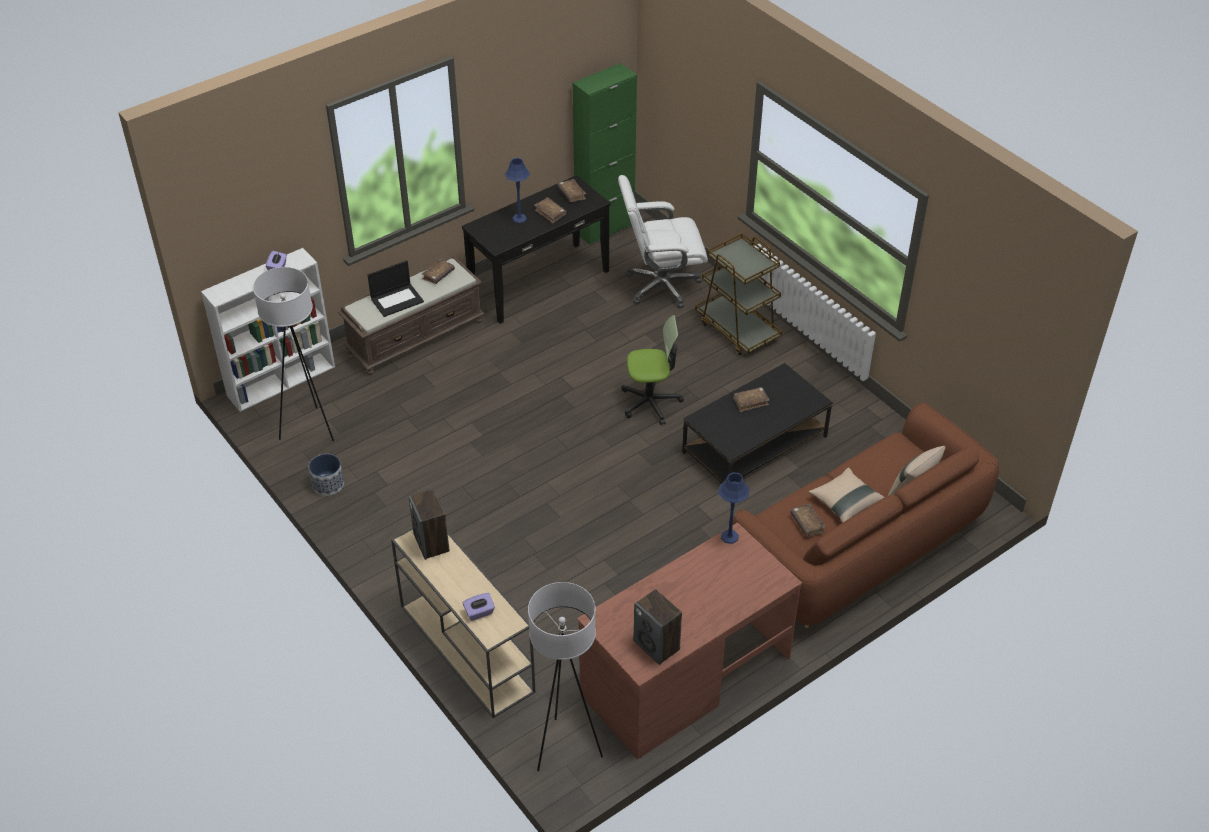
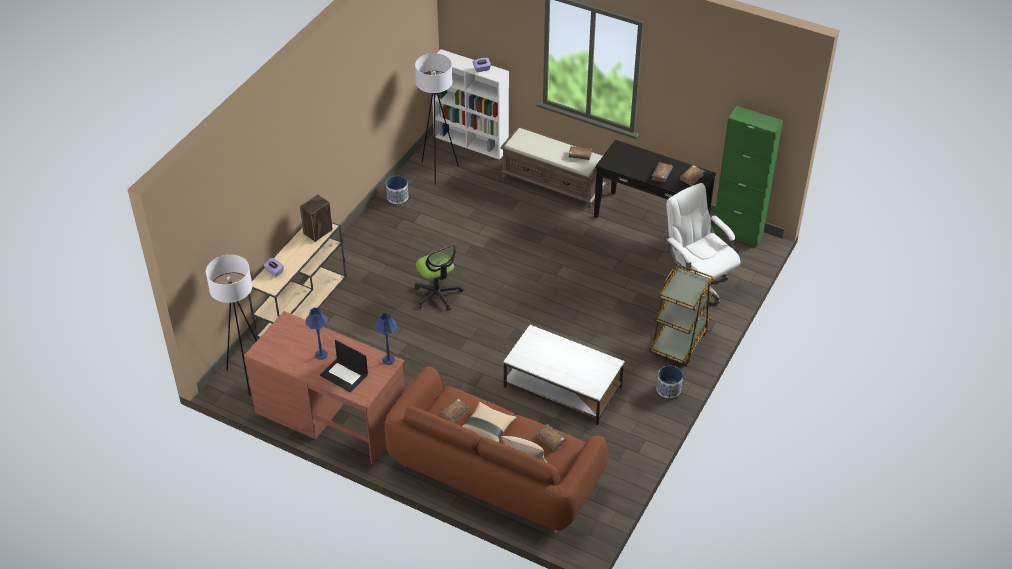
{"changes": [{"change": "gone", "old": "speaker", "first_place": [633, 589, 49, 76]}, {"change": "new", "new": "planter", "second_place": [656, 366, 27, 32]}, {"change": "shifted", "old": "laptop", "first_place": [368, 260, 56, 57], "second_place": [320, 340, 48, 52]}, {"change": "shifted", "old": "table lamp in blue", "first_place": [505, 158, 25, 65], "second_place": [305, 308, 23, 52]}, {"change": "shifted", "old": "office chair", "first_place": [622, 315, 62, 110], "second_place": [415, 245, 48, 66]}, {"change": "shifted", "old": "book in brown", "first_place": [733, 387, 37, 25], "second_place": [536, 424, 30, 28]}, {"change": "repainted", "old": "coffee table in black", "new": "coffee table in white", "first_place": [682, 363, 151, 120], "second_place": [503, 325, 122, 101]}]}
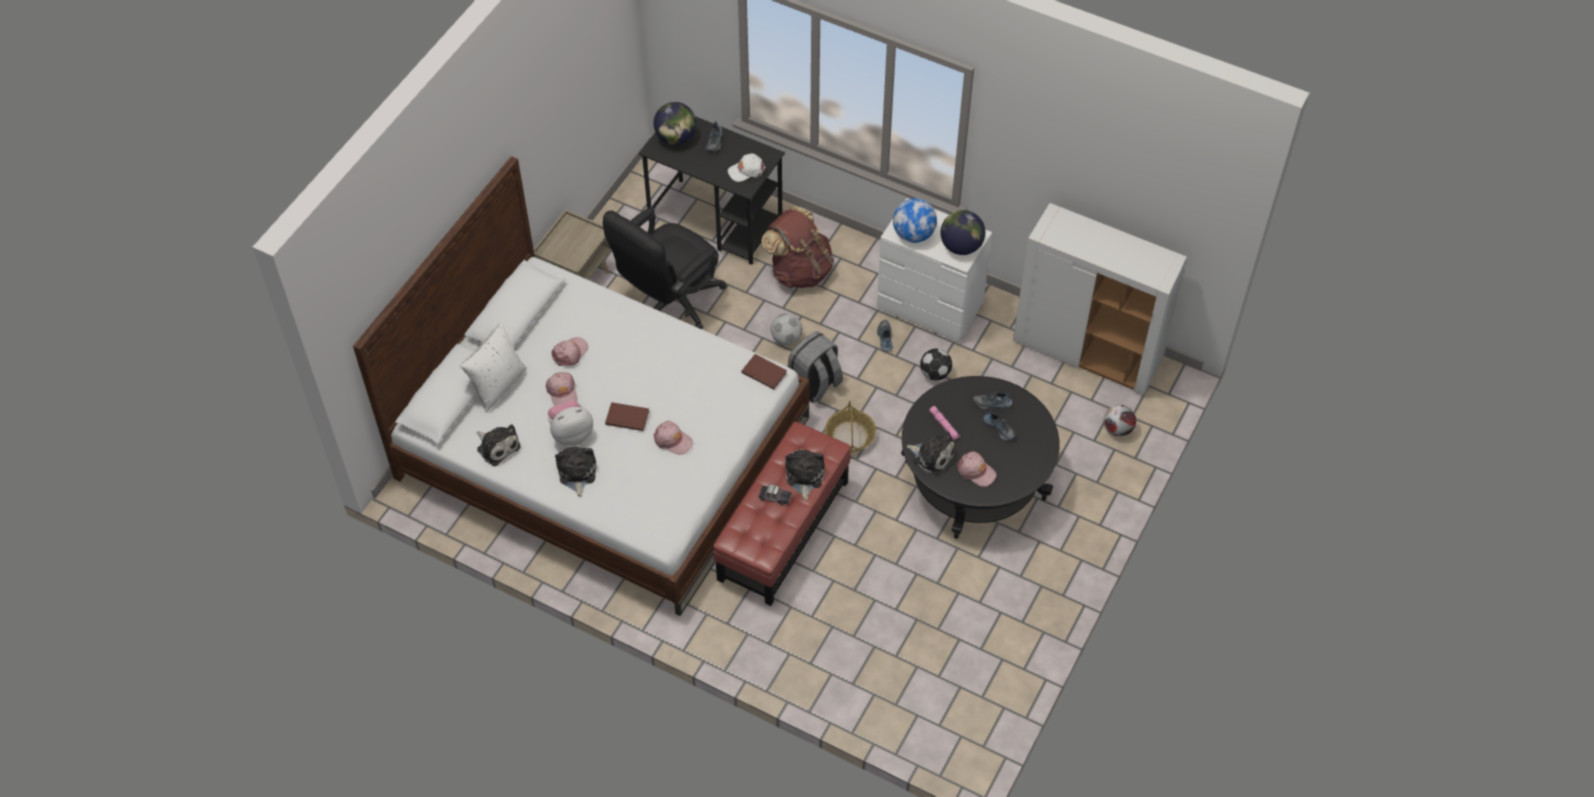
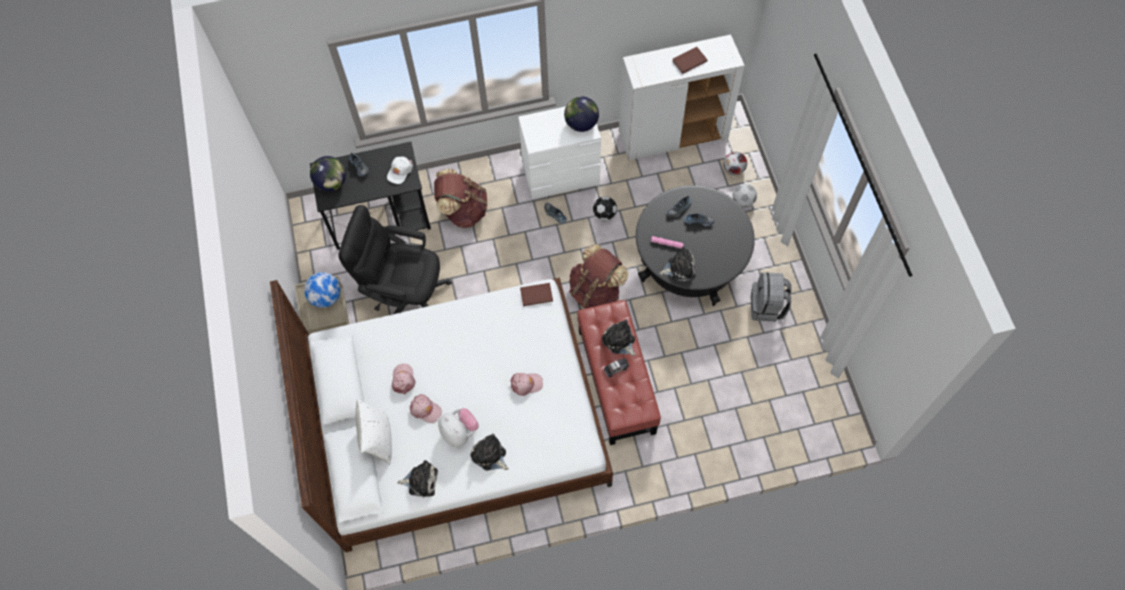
{"changes": [{"change": "gone", "old": "cap in pink", "first_place": [958, 451, 39, 36]}, {"change": "shifted", "old": "book in brown", "first_place": [605, 402, 44, 29], "second_place": [673, 47, 35, 27]}, {"change": "shifted", "old": "football", "first_place": [771, 313, 31, 32], "second_place": [733, 183, 24, 25]}, {"change": "shifted", "old": "backpack in grey", "first_place": [787, 331, 56, 72], "second_place": [751, 272, 41, 49]}, {"change": "shifted", "old": "globe", "first_place": [893, 198, 44, 45], "second_place": [304, 272, 37, 36]}, {"change": "swapped", "old": "basket", "new": "backpack in brown", "first_place": [825, 401, 51, 51], "second_place": [569, 244, 60, 64]}, {"change": "rotated", "old": "plush toy", "first_place": [548, 400, 45, 46], "second_place": [438, 408, 41, 39], "degrees": 120}, {"change": "rotated", "old": "office chair in black", "first_place": [603, 207, 123, 122], "second_place": [339, 205, 113, 109], "degrees": 105}]}
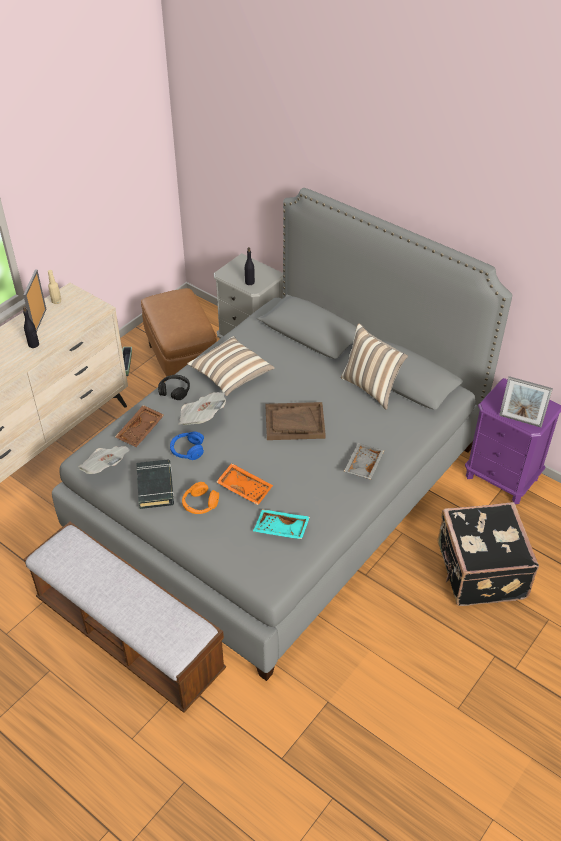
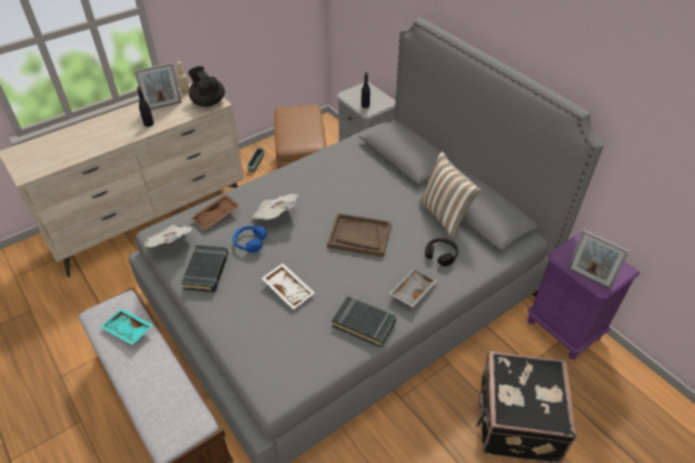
{"changes": [{"change": "gone", "old": "headphones in orange", "first_place": [182, 482, 37, 32]}, {"change": "gone", "old": "pillow", "first_place": [187, 336, 88, 60]}, {"change": "new", "new": "teapot in black", "second_place": [188, 66, 37, 41]}, {"change": "new", "new": "book in black", "second_place": [332, 296, 64, 52]}, {"change": "shifted", "old": "headphones in black", "first_place": [158, 375, 32, 25], "second_place": [425, 238, 33, 29]}, {"change": "shifted", "old": "tray in turquoise", "first_place": [253, 509, 57, 30], "second_place": [100, 308, 53, 37]}, {"change": "repainted", "old": "tray in orange", "new": "tray in white", "first_place": [217, 463, 56, 42], "second_place": [261, 263, 54, 47]}, {"change": "rotated", "old": "picture frame", "first_place": [23, 269, 23, 63], "second_place": [134, 62, 48, 48], "degrees": -135}]}
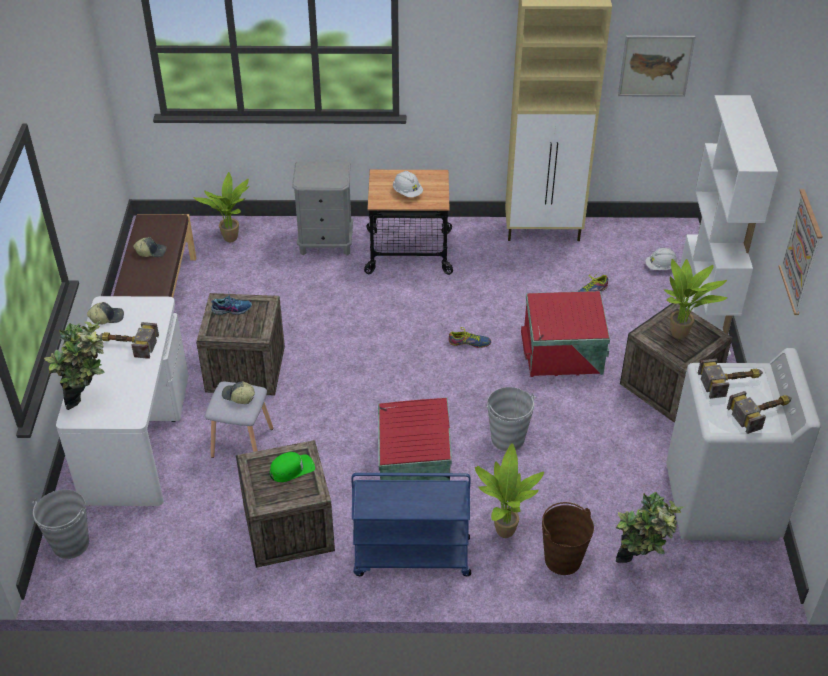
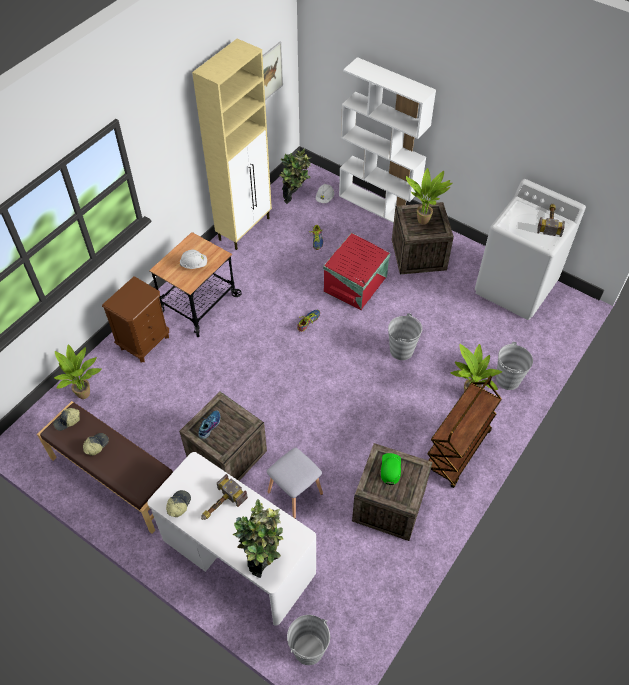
{"changes": [{"change": "gone", "old": "storage box in red", "first_place": [378, 397, 74, 83]}, {"change": "gone", "old": "hammer", "first_place": [698, 358, 65, 41]}, {"change": "gone", "old": "picture", "first_place": [779, 189, 44, 126]}, {"change": "shifted", "old": "cap", "first_place": [222, 381, 33, 23], "second_place": [53, 408, 27, 23]}, {"change": "shifted", "old": "potted plant", "first_place": [616, 492, 68, 71], "second_place": [280, 148, 31, 56]}, {"change": "repainted", "old": "nightstand in grey", "new": "nightstand in brown", "first_place": [292, 162, 61, 93], "second_place": [102, 276, 67, 87]}, {"change": "repainted", "old": "cart in blue", "new": "cart in brown", "first_place": [351, 473, 120, 103], "second_place": [428, 376, 74, 112]}, {"change": "repainted", "old": "bucket in brown", "new": "bucket in grey", "first_place": [542, 502, 52, 73], "second_place": [496, 342, 37, 48]}]}
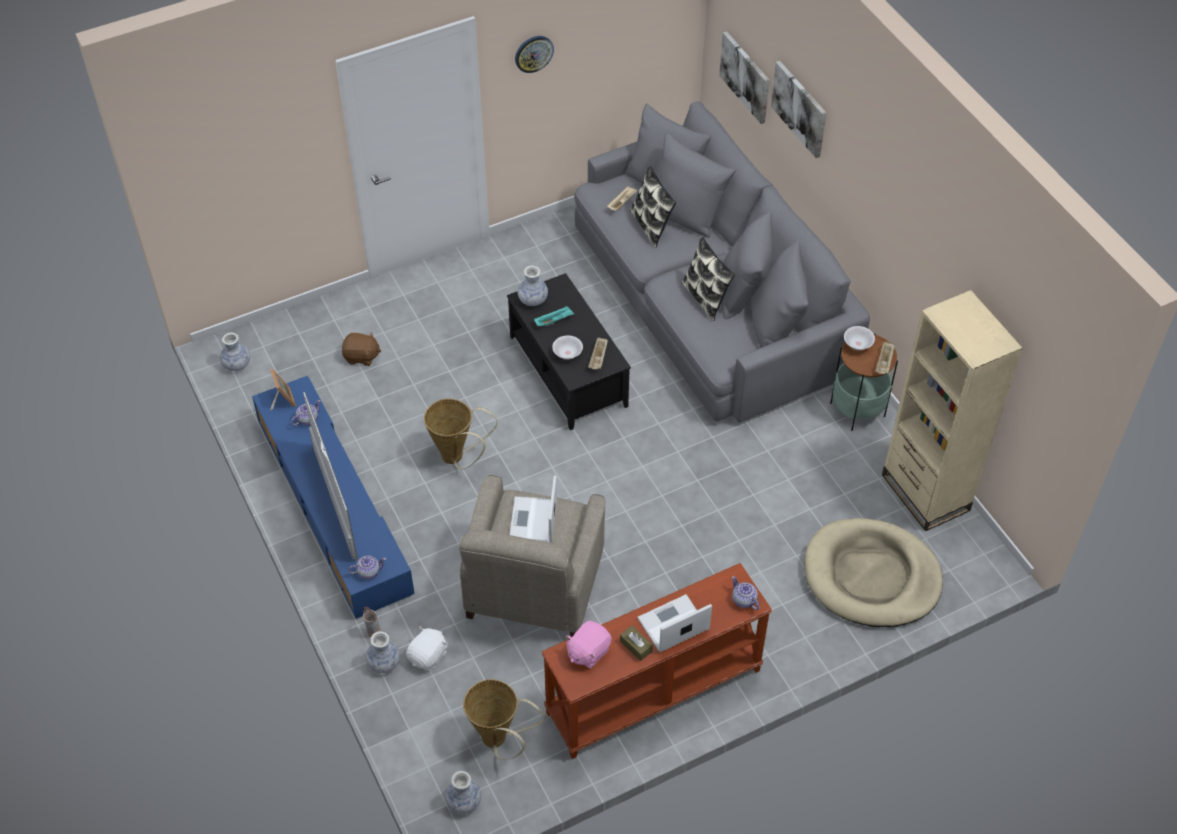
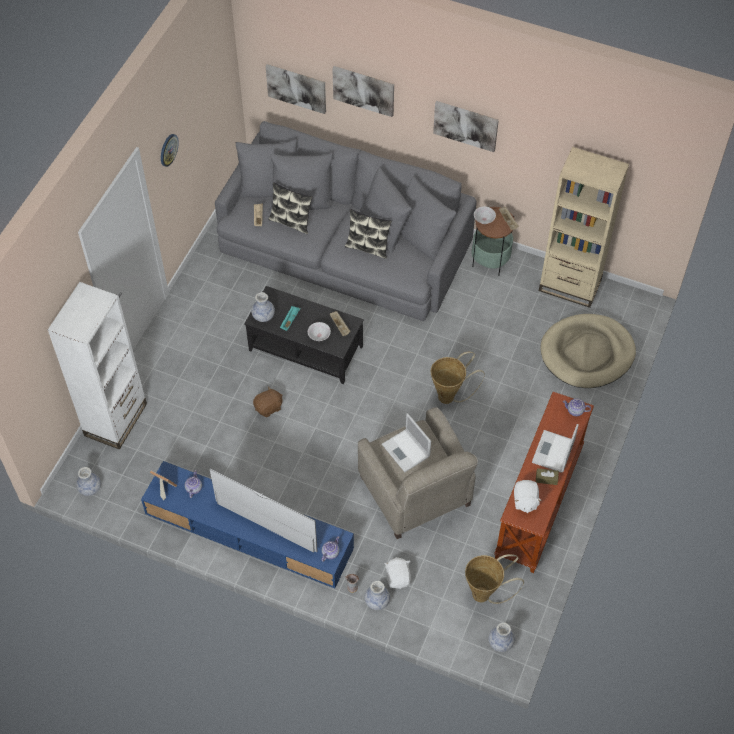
{"changes": [{"change": "new", "new": "bookcase in white", "second_place": [48, 282, 99, 168]}, {"change": "new", "new": "picture", "second_place": [433, 101, 66, 51]}, {"change": "shifted", "old": "plush toy in brown", "first_place": [342, 332, 39, 34], "second_place": [253, 386, 30, 31]}, {"change": "shifted", "old": "basket", "first_place": [424, 398, 73, 71], "second_place": [431, 351, 54, 53]}, {"change": "repainted", "old": "plush toy in pink", "new": "plush toy in white", "first_place": [566, 621, 46, 48], "second_place": [514, 480, 28, 33]}]}
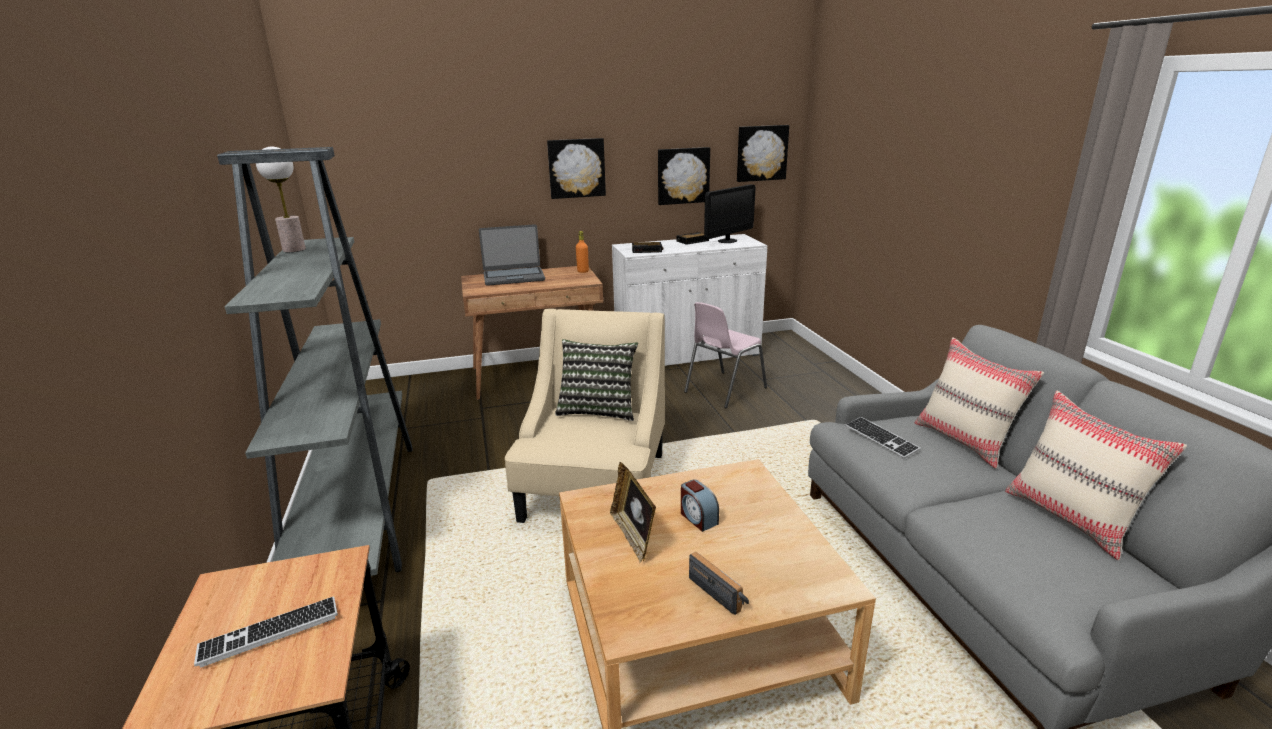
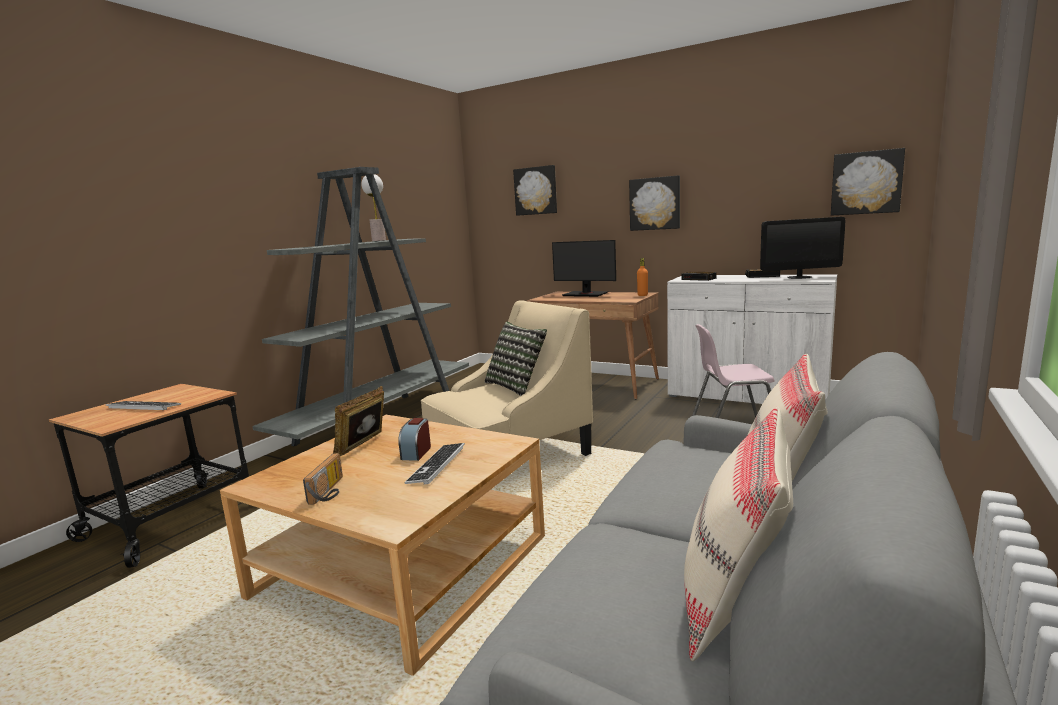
{"changes": [{"change": "shifted", "old": "picture", "first_place": [658, 147, 52, 58], "second_place": [513, 165, 44, 51]}, {"change": "shifted", "old": "keyboard", "first_place": [845, 417, 75, 42], "second_place": [404, 443, 61, 41]}, {"change": "swapped", "old": "laptop", "new": "monitor", "first_place": [479, 224, 66, 62], "second_place": [552, 240, 64, 57]}]}
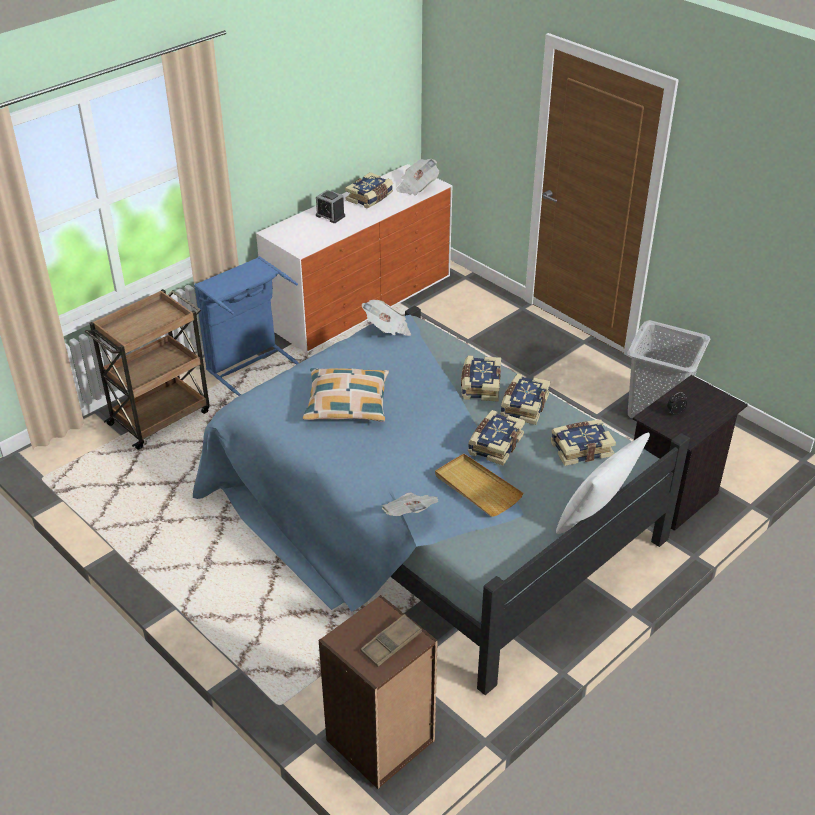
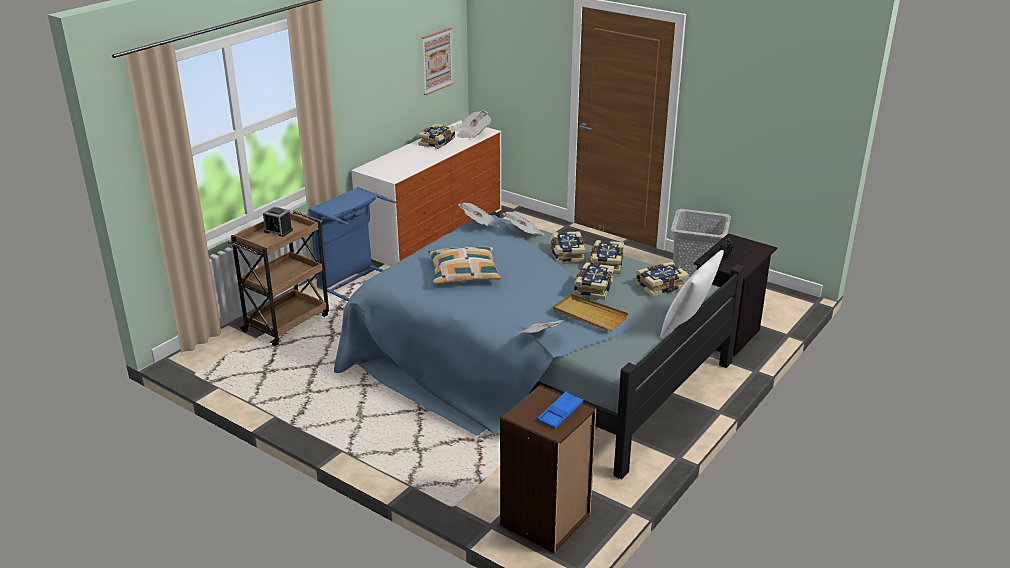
{"changes": [{"change": "new", "new": "picture", "second_place": [422, 28, 32, 67]}, {"change": "new", "new": "newspaper", "second_place": [503, 212, 42, 23]}, {"change": "shifted", "old": "alarm clock", "first_place": [316, 190, 29, 33], "second_place": [263, 207, 30, 30]}, {"change": "repainted", "old": "tray in brown", "new": "tray in blue", "first_place": [360, 614, 62, 53], "second_place": [537, 392, 46, 37]}]}
